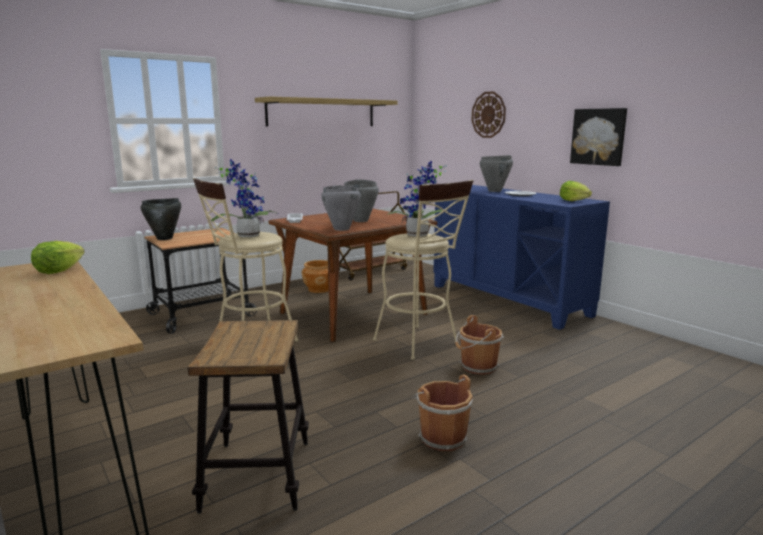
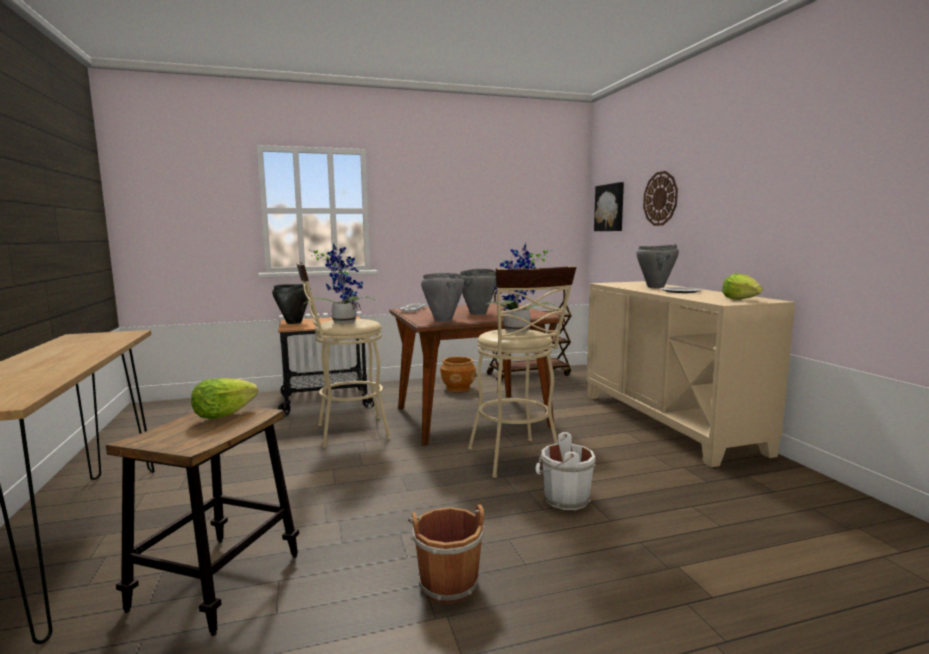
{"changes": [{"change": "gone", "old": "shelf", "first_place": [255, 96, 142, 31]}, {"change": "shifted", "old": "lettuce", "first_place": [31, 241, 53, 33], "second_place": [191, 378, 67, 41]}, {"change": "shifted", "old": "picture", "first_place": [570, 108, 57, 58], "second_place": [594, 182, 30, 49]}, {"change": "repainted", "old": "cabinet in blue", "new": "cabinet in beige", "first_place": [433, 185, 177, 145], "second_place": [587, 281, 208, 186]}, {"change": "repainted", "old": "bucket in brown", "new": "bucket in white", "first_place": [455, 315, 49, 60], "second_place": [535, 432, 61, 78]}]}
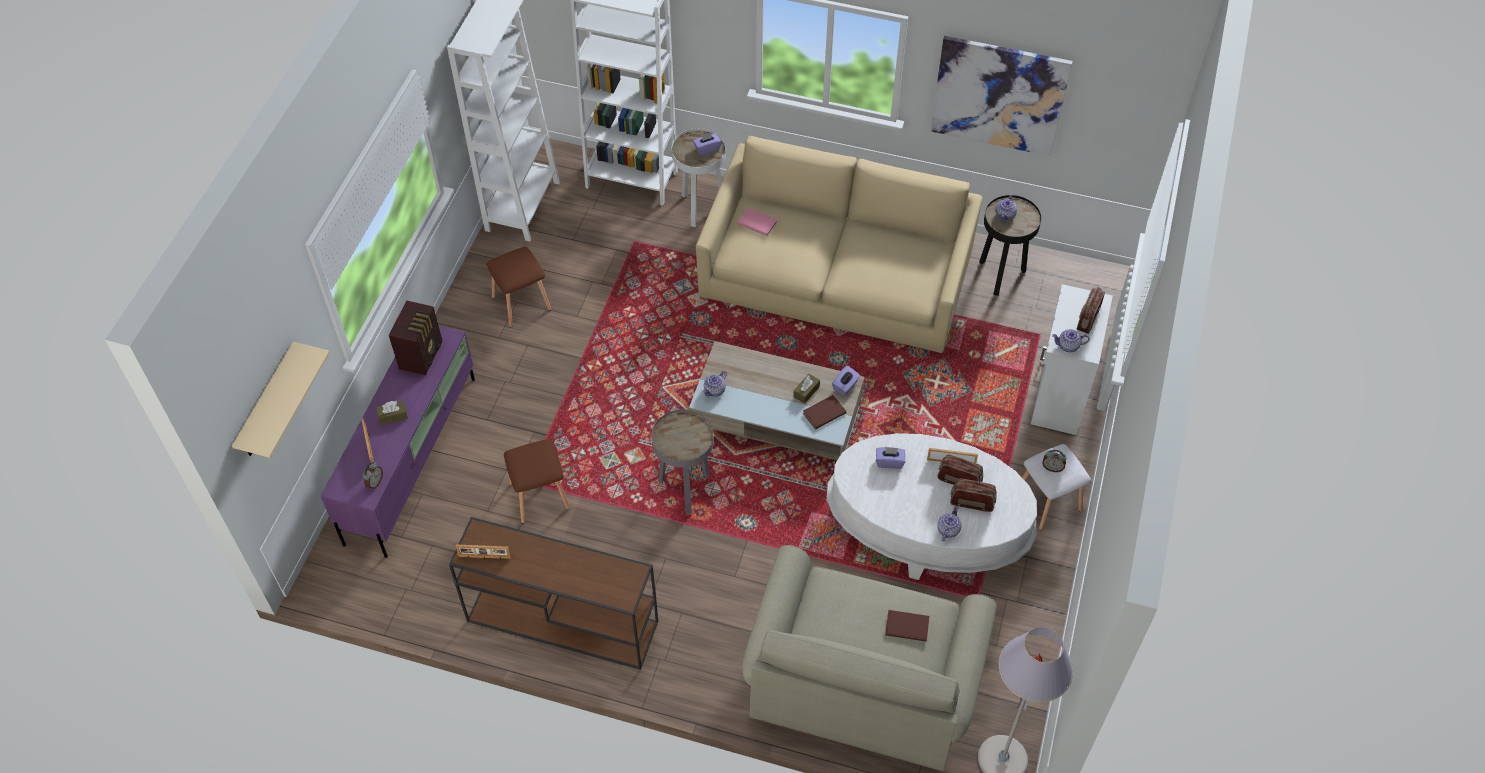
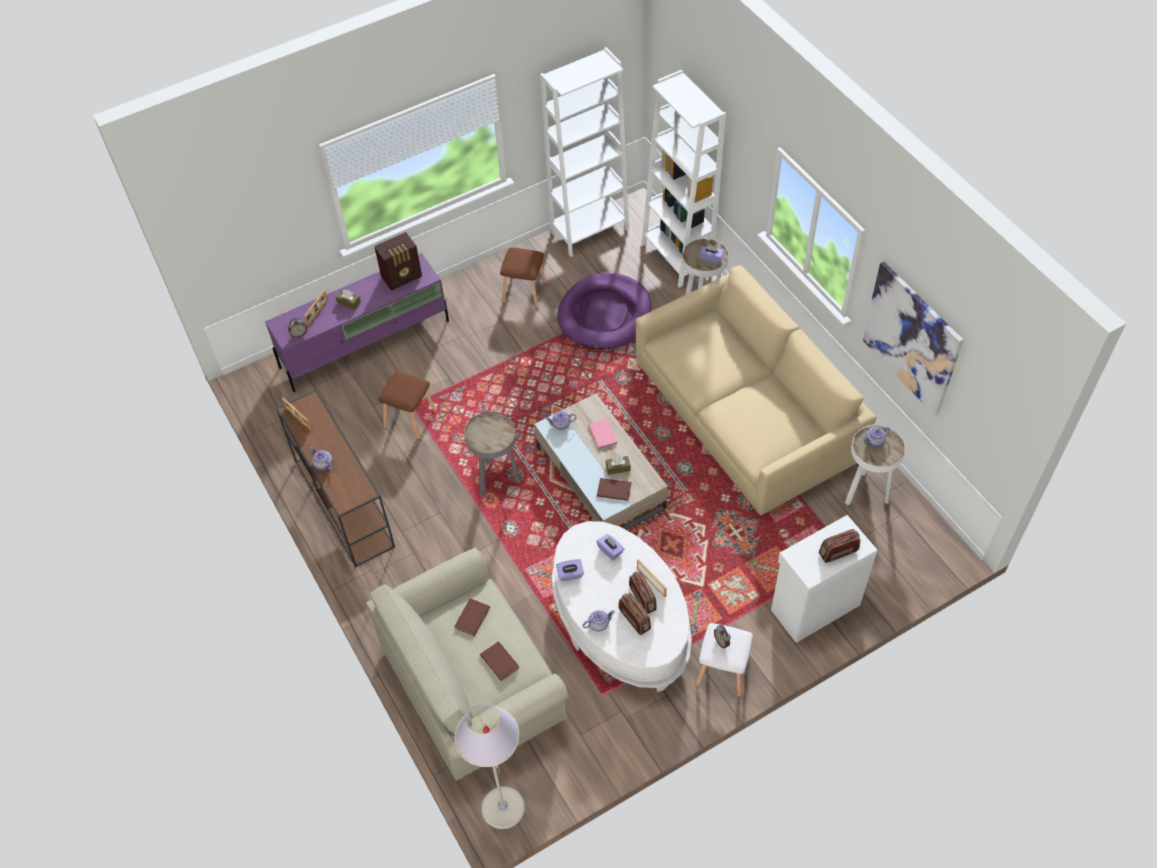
{"changes": [{"change": "gone", "old": "shelf in beige", "first_place": [232, 342, 98, 116]}, {"change": "new", "new": "book in brown", "second_place": [454, 598, 36, 38]}, {"change": "new", "new": "dog bed in purple", "second_place": [557, 272, 94, 77]}, {"change": "shifted", "old": "book in pink", "first_place": [737, 208, 41, 28], "second_place": [588, 419, 29, 31]}, {"change": "shifted", "old": "tissue box in purple", "first_place": [832, 365, 28, 31], "second_place": [556, 559, 28, 22]}, {"change": "shifted", "old": "teapot", "first_place": [1052, 329, 38, 23], "second_place": [310, 447, 23, 23]}, {"change": "repainted", "old": "side table in black", "new": "side table in white", "first_place": [979, 195, 62, 101], "second_place": [845, 424, 60, 81]}]}
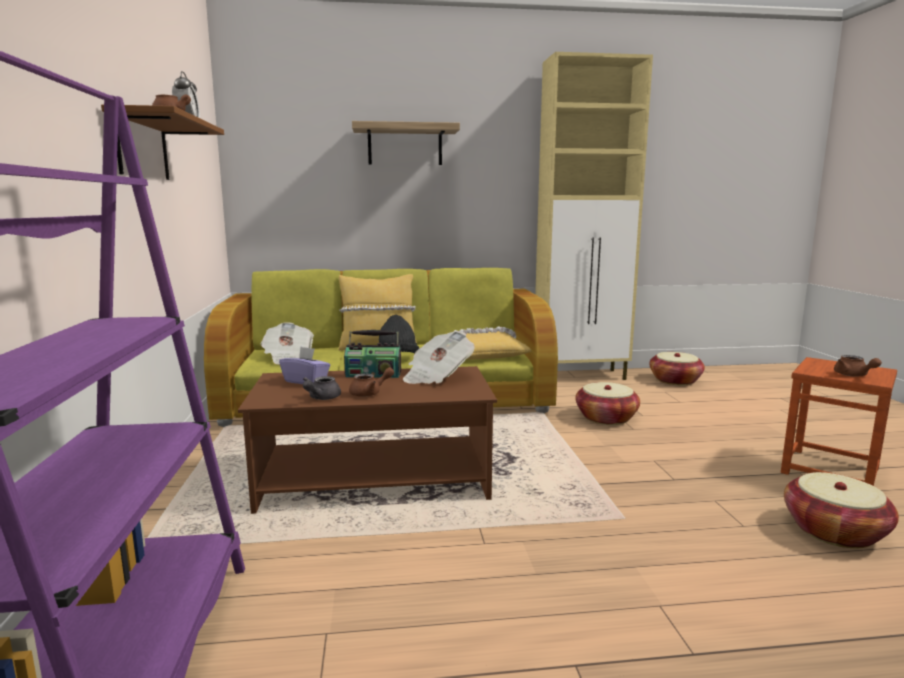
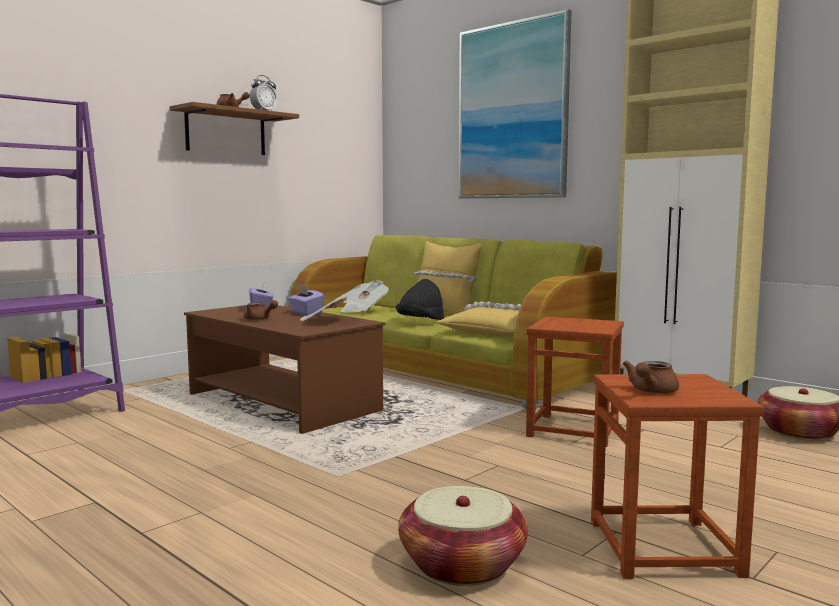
{"changes": [{"change": "gone", "old": "teapot in grey", "first_place": [303, 376, 38, 24]}, {"change": "swapped", "old": "radio", "new": "tissue box in purple", "first_place": [344, 330, 57, 48], "second_place": [288, 285, 37, 30]}, {"change": "swapped", "old": "shelf", "new": "picture", "first_place": [352, 121, 108, 44], "second_place": [459, 9, 113, 189]}, {"change": "swapped", "old": "basket", "new": "stool in brown", "first_place": [575, 382, 65, 43], "second_place": [526, 317, 98, 130]}]}
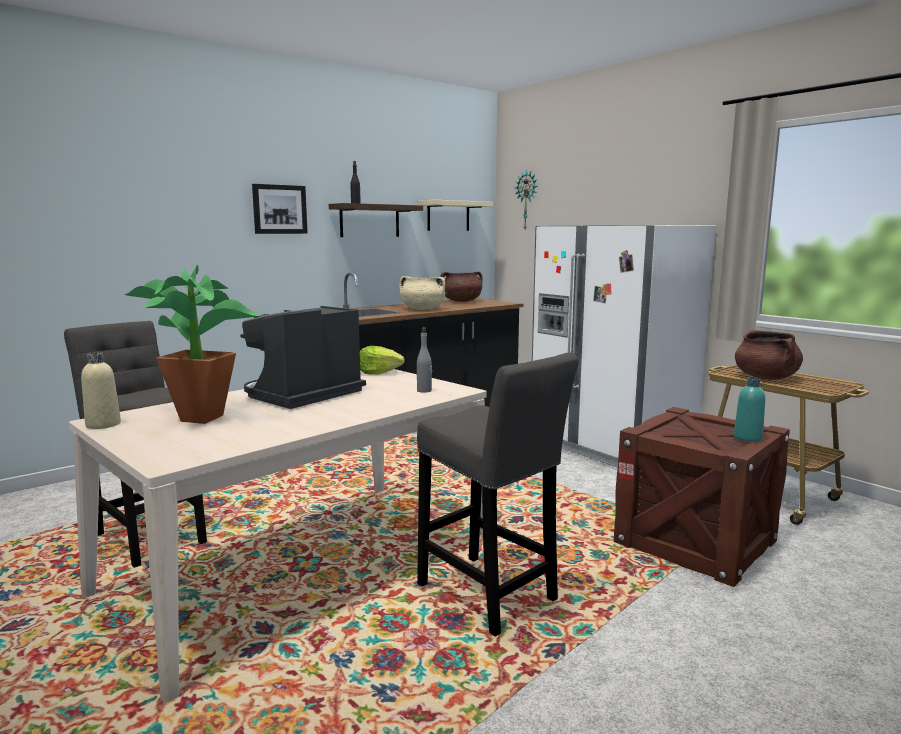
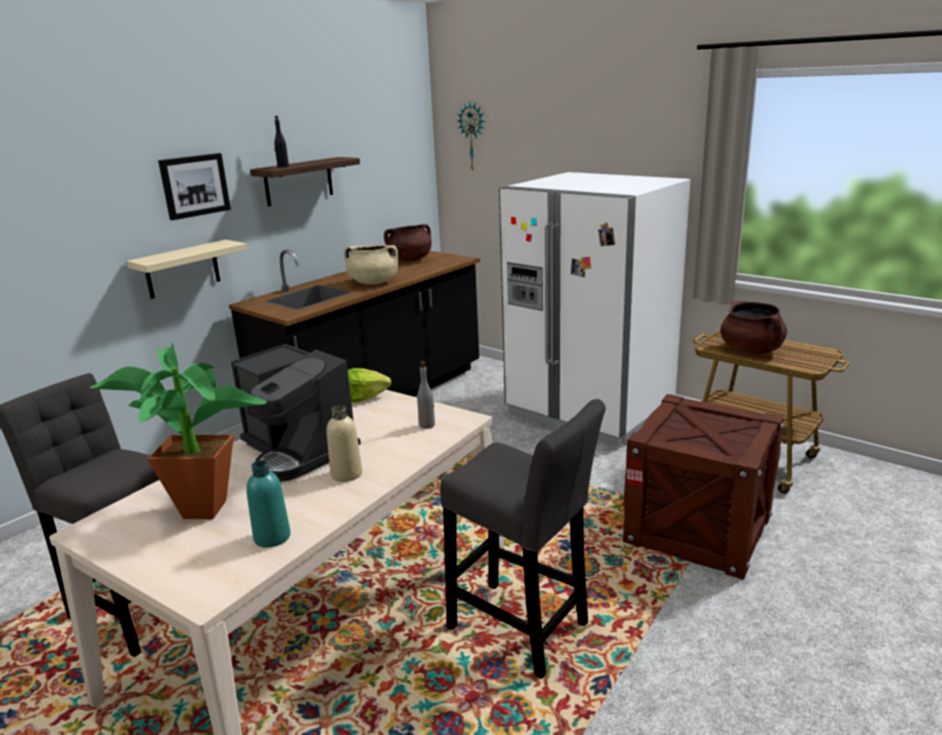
{"changes": [{"change": "shifted", "old": "bottle in beige", "first_place": [81, 352, 40, 77], "second_place": [327, 406, 35, 76]}, {"change": "shifted", "old": "shelf in beige", "first_place": [419, 200, 74, 31], "second_place": [127, 240, 120, 59]}, {"change": "shifted", "old": "bottle in turquoise", "first_place": [734, 377, 31, 65], "second_place": [246, 460, 44, 88]}, {"change": "rotated", "old": "coffee machine", "first_place": [240, 306, 126, 103], "second_place": [231, 344, 130, 138], "degrees": -75}]}
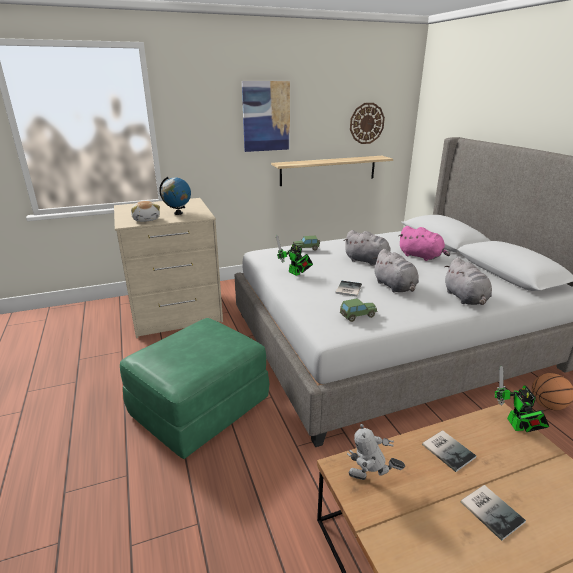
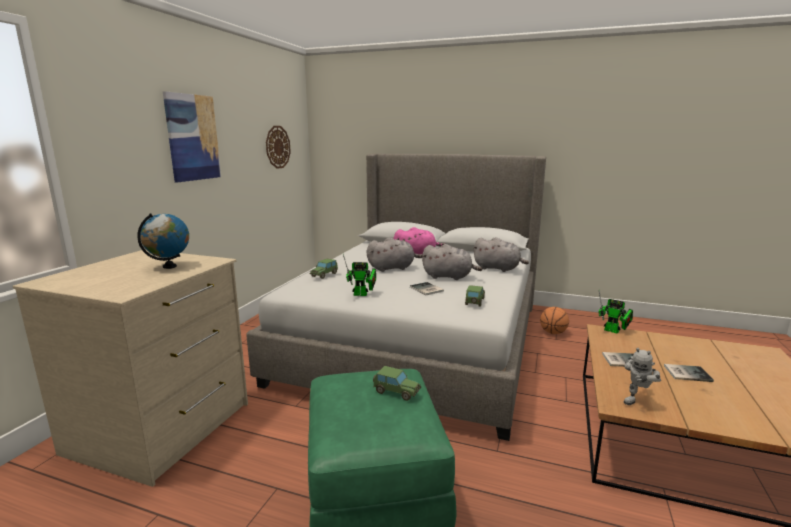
{"changes": [{"change": "gone", "old": "plush toy", "first_place": [131, 201, 29, 21]}, {"change": "gone", "old": "shelf", "first_place": [271, 156, 122, 30]}, {"change": "new", "new": "toy car", "second_place": [373, 366, 48, 35]}]}
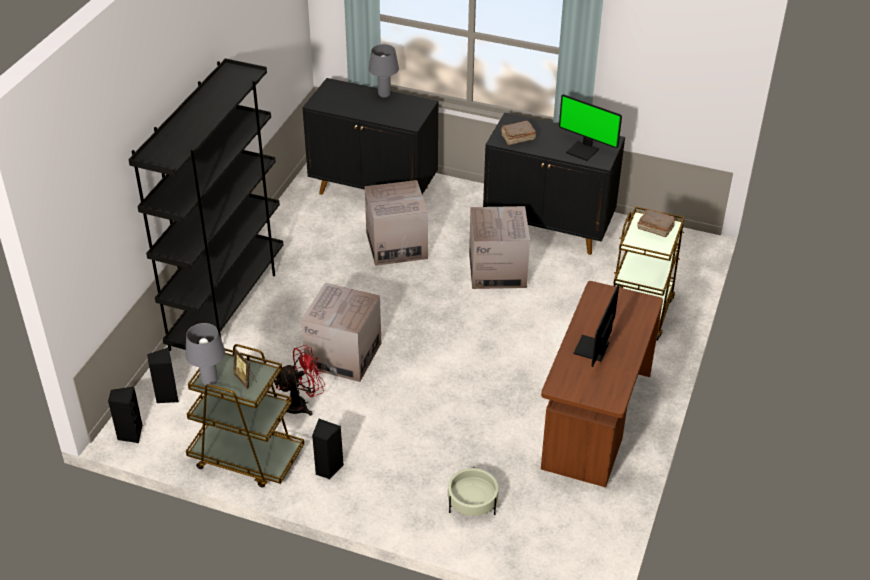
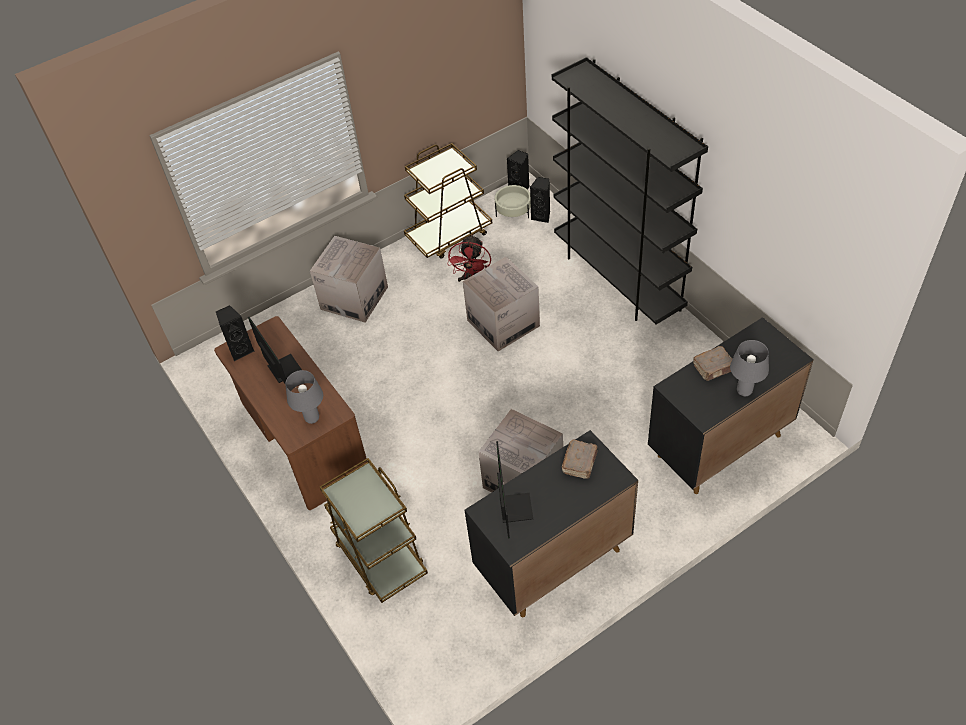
{"changes": [{"change": "gone", "old": "picture frame", "first_place": [233, 348, 24, 41]}, {"change": "shifted", "old": "table lamp in grey", "first_place": [185, 323, 40, 63], "second_place": [285, 370, 38, 54]}, {"change": "shifted", "old": "speaker in black", "first_place": [312, 419, 32, 60], "second_place": [216, 305, 38, 56]}, {"change": "shifted", "old": "cardboard box", "first_place": [365, 180, 63, 86], "second_place": [310, 236, 78, 87]}, {"change": "shifted", "old": "planter in beige", "first_place": [448, 467, 51, 49], "second_place": [495, 185, 36, 33]}, {"change": "shifted", "old": "book in brown", "first_place": [637, 209, 39, 28], "second_place": [693, 346, 40, 35]}, {"change": "rotated", "old": "monitor", "first_place": [559, 94, 63, 67], "second_place": [496, 441, 37, 98], "degrees": 105}]}
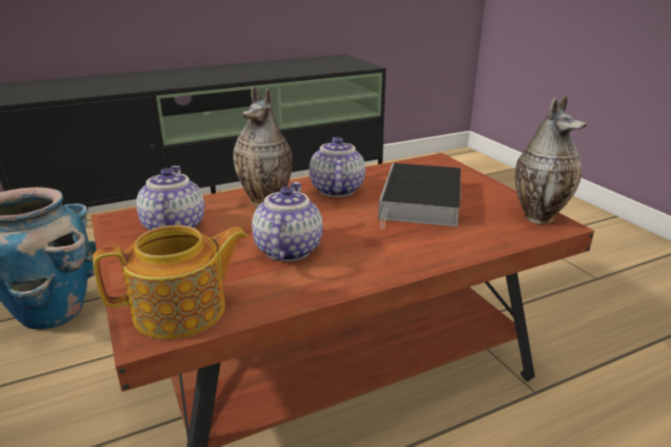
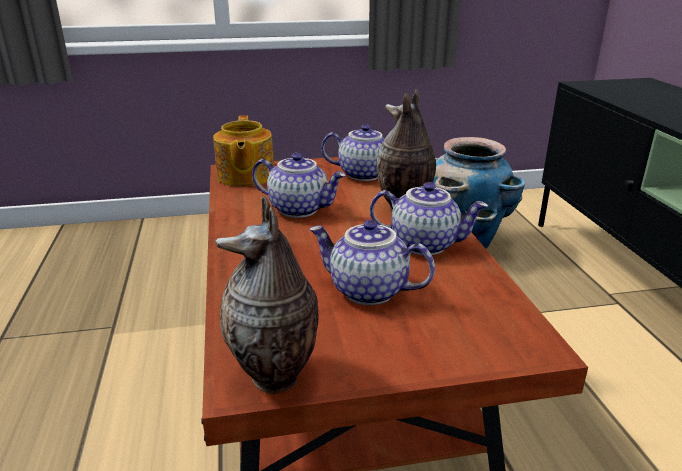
{"changes": [{"change": "swapped", "old": "book", "new": "teapot", "first_place": [378, 163, 83, 66], "second_place": [309, 220, 126, 85]}]}
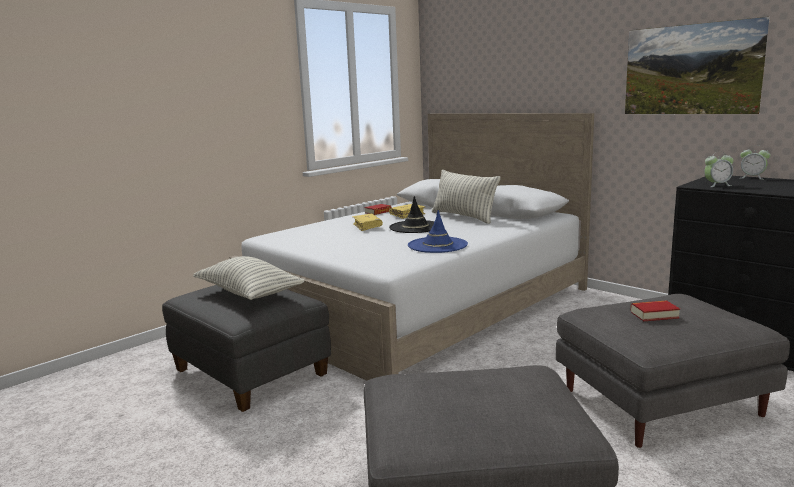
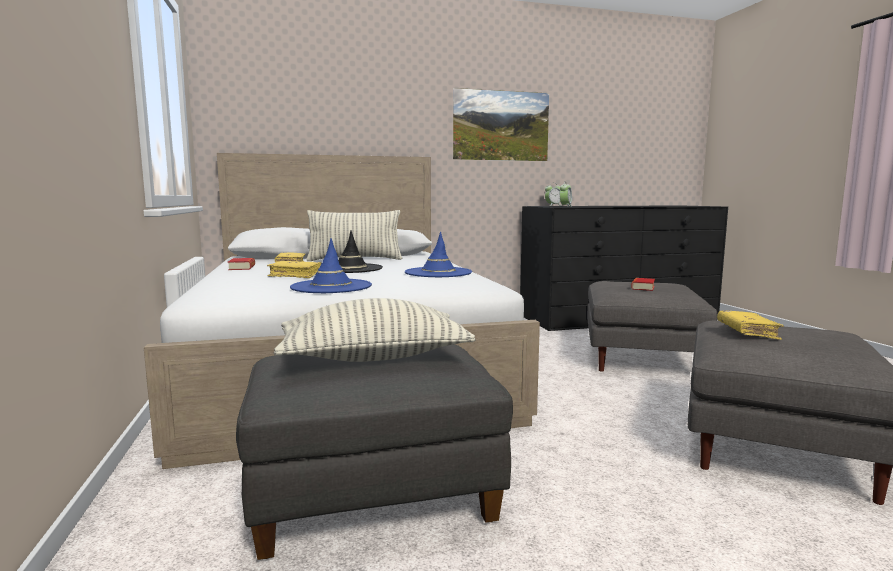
{"changes": [{"change": "new", "new": "hat in blue", "second_place": [290, 238, 82, 55]}, {"change": "new", "new": "book in yellow", "second_place": [717, 310, 67, 30]}]}
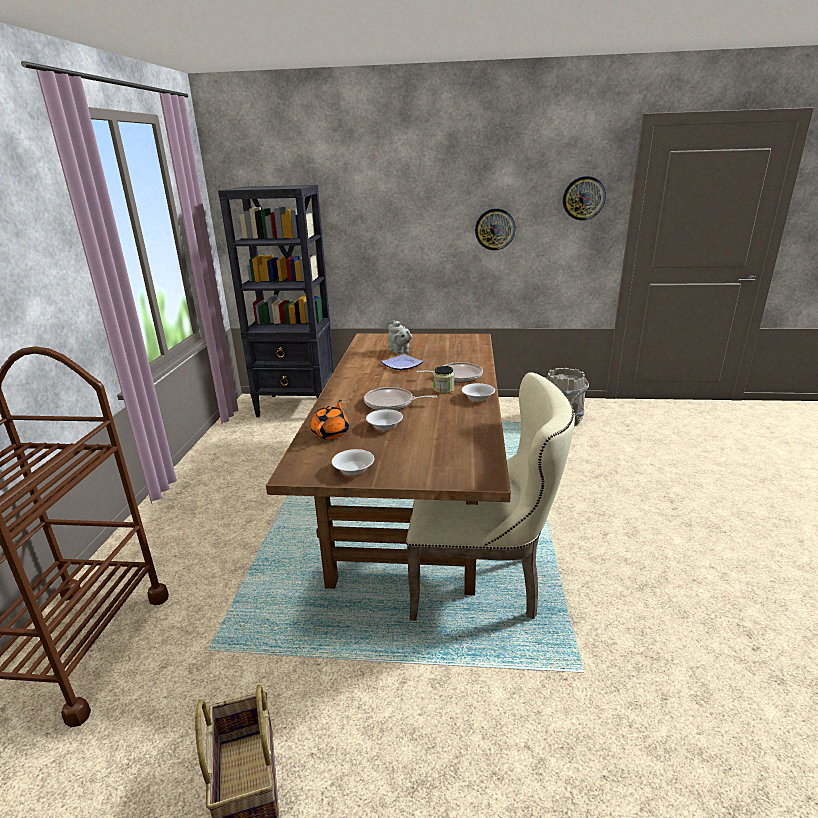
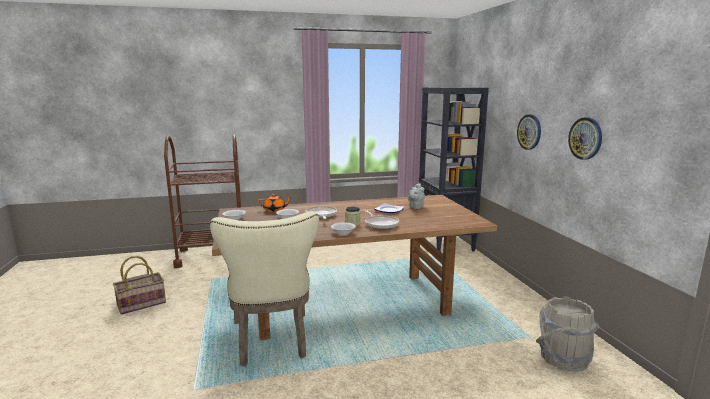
{"changes": [{"change": "shifted", "old": "wall clock", "first_place": [563, 176, 43, 44], "second_place": [517, 114, 24, 36]}]}
